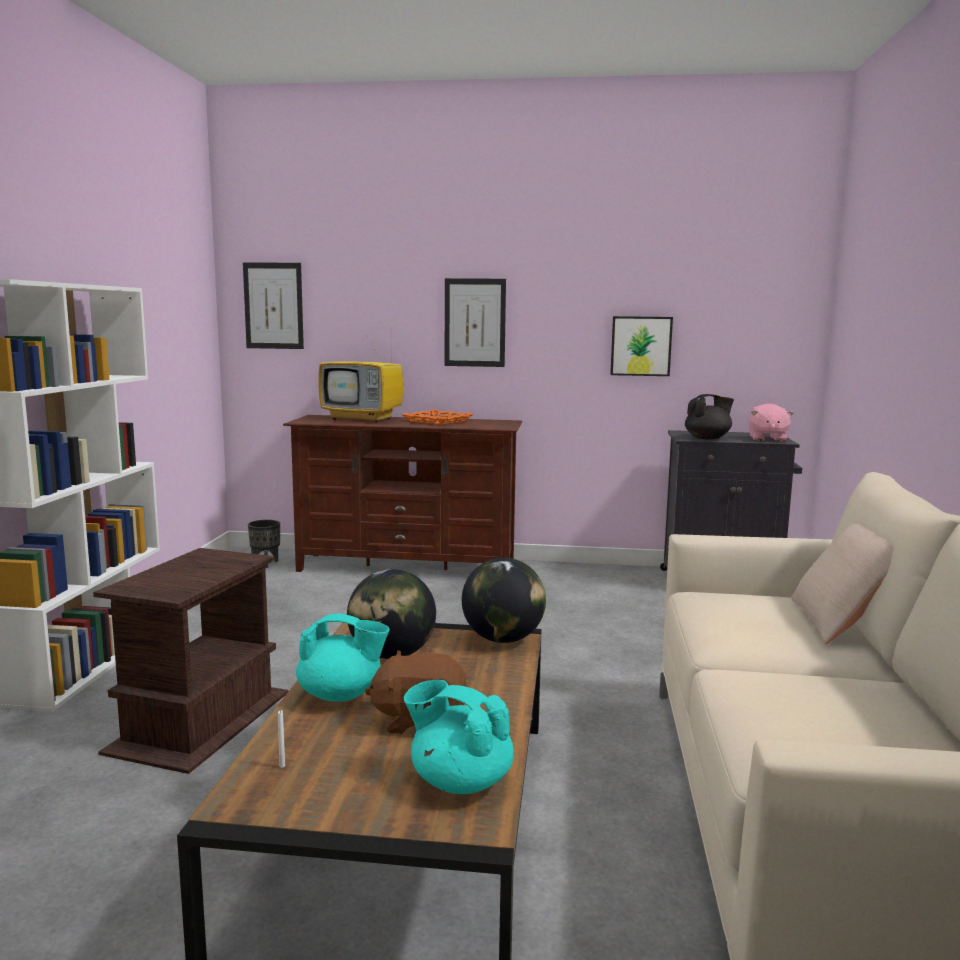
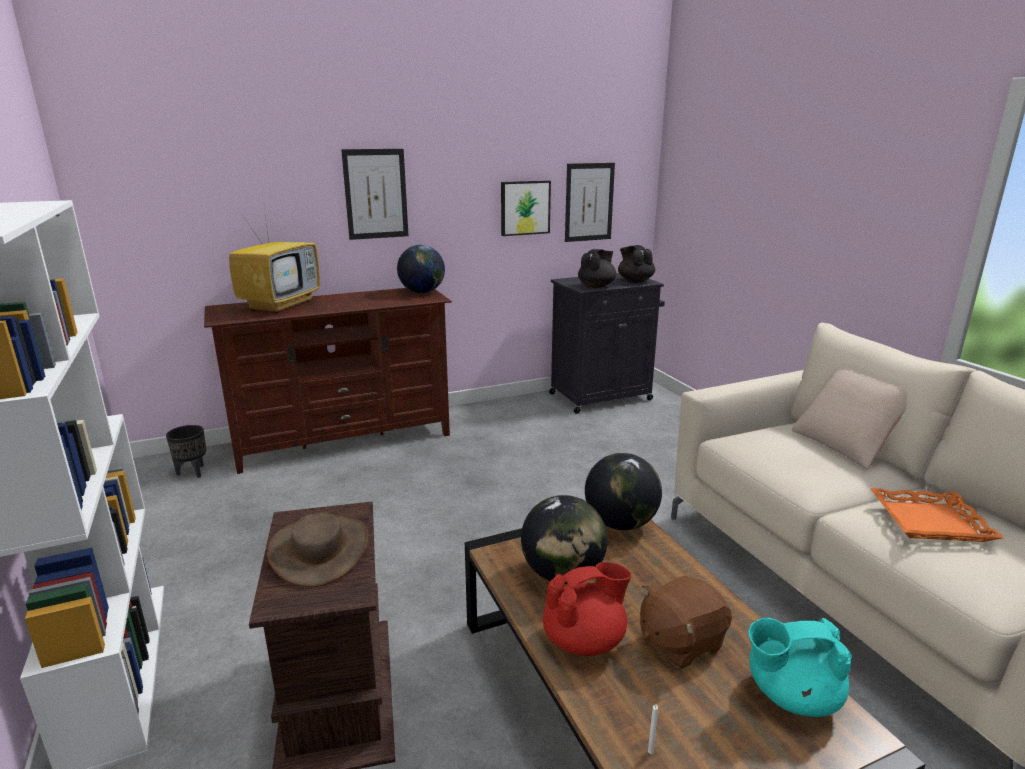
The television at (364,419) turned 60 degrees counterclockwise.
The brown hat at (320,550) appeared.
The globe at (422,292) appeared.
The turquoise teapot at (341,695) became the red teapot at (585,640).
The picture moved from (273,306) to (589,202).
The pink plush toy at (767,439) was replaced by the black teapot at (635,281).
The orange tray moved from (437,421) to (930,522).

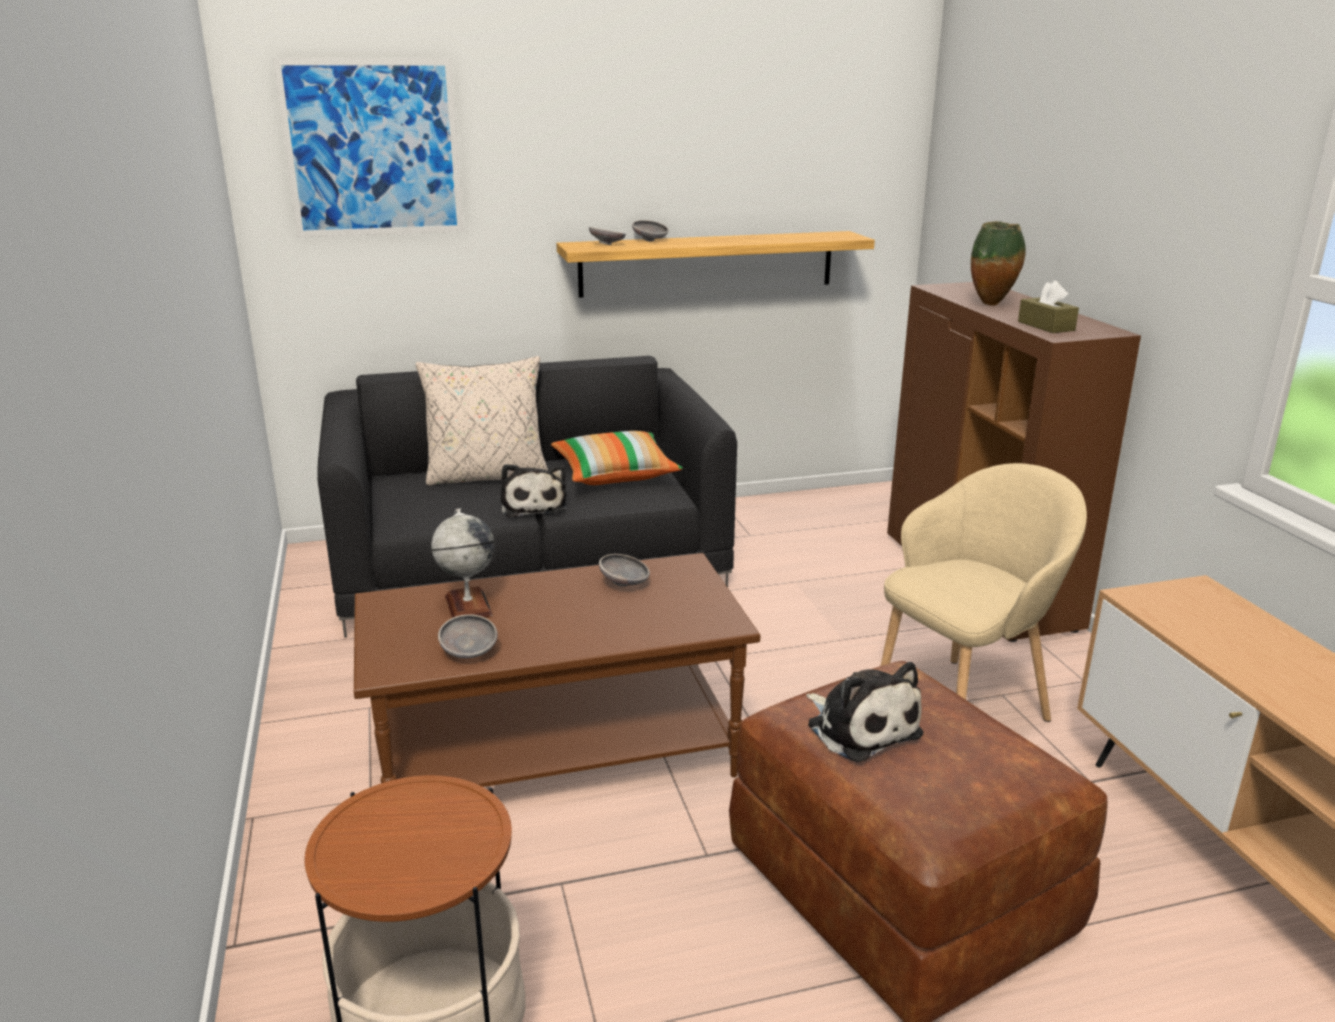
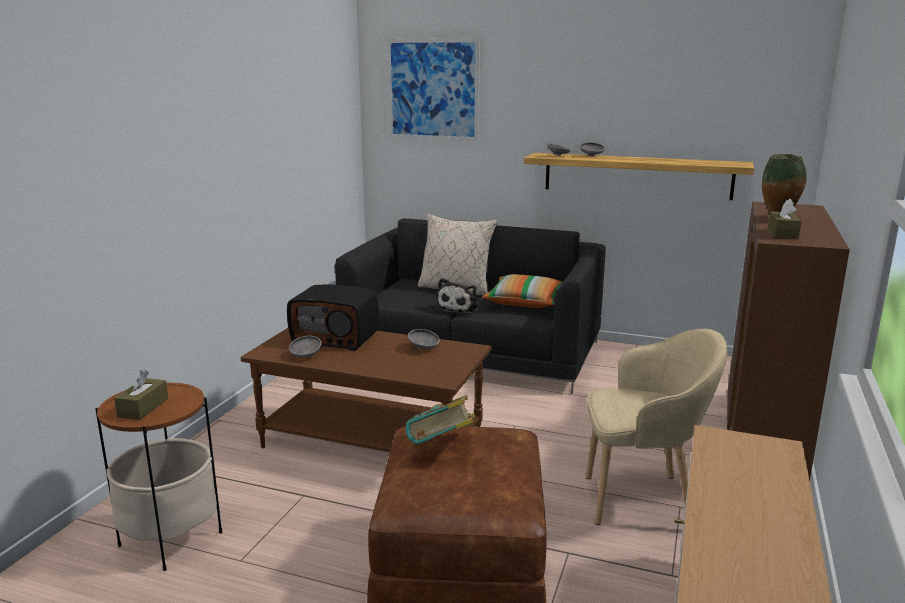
The brown tissue box at (143,408) appeared.
The globe at (468,606) was replaced by the radio at (336,338).
The plush toy at (860,727) was replaced by the book at (442,448).

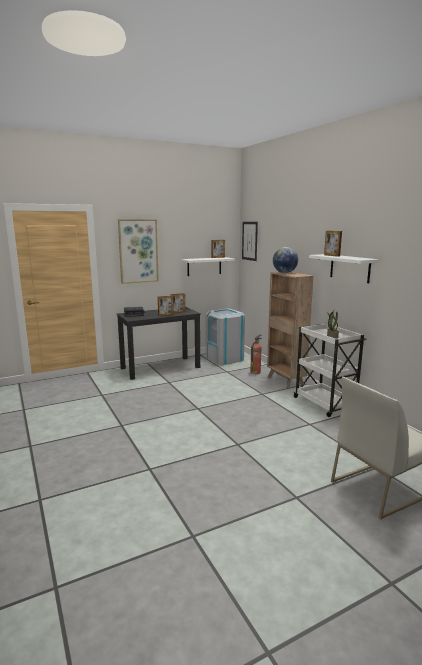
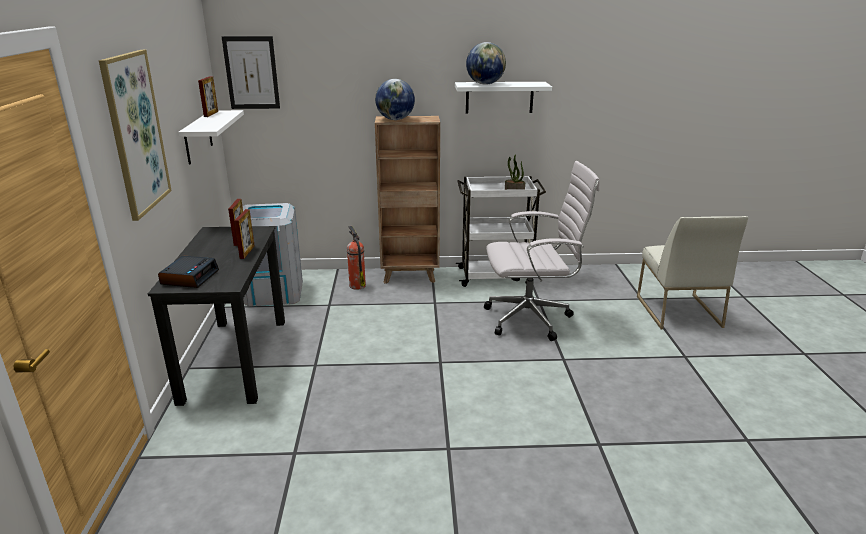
The picture frame at (332,255) was replaced by the globe at (485,84).
The white office chair at (532,319) appeared.

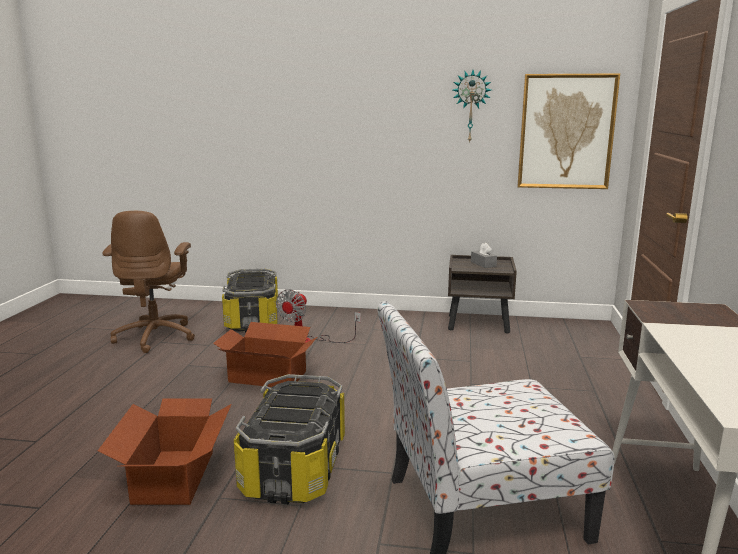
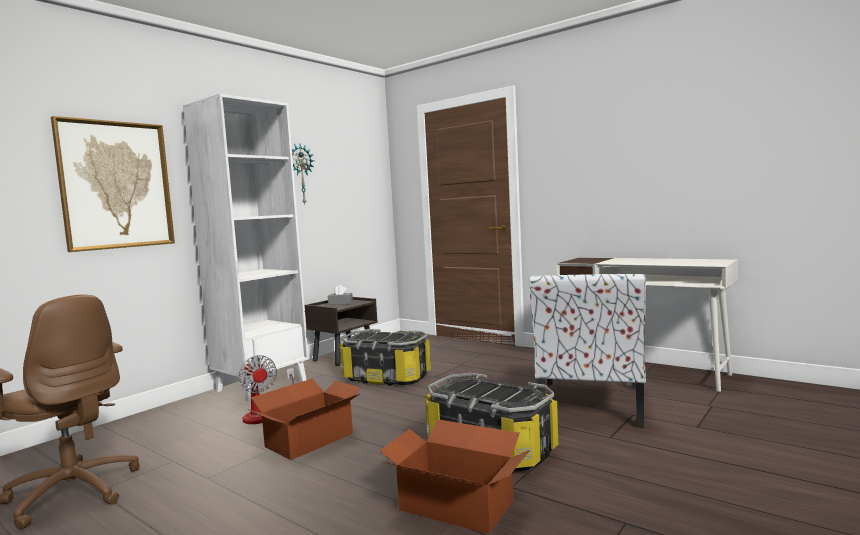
The picture moved from (566,132) to (116,185).
The white bookcase at (261,385) appeared.
The storage box moved from (252,319) to (386,378).

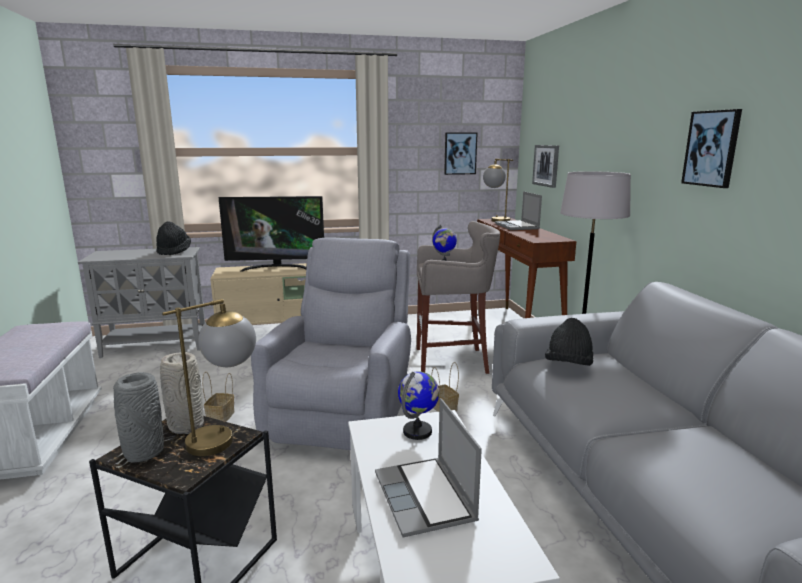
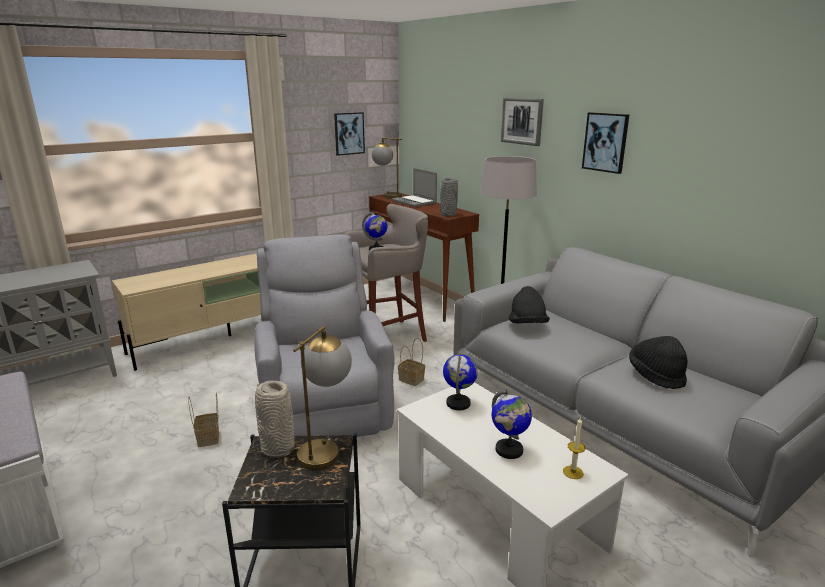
The grey vase moved from (143,452) to (448,214).
The laptop at (426,498) was replaced by the globe at (509,450).
The picture moved from (546,165) to (522,121).
The candle at (573,472) appeared.
The black hat moved from (174,251) to (656,375).
The television at (276,268) disappeared.

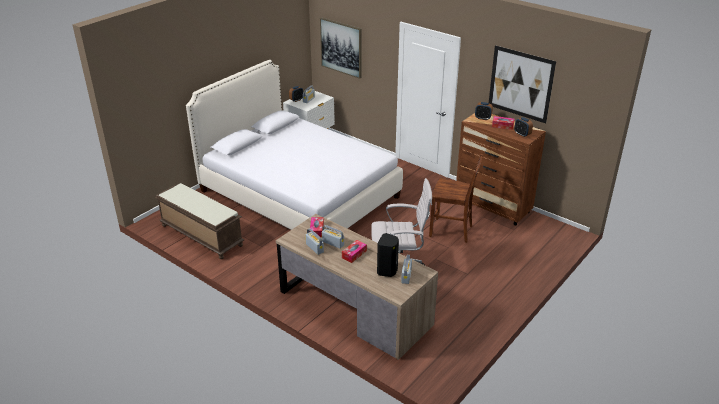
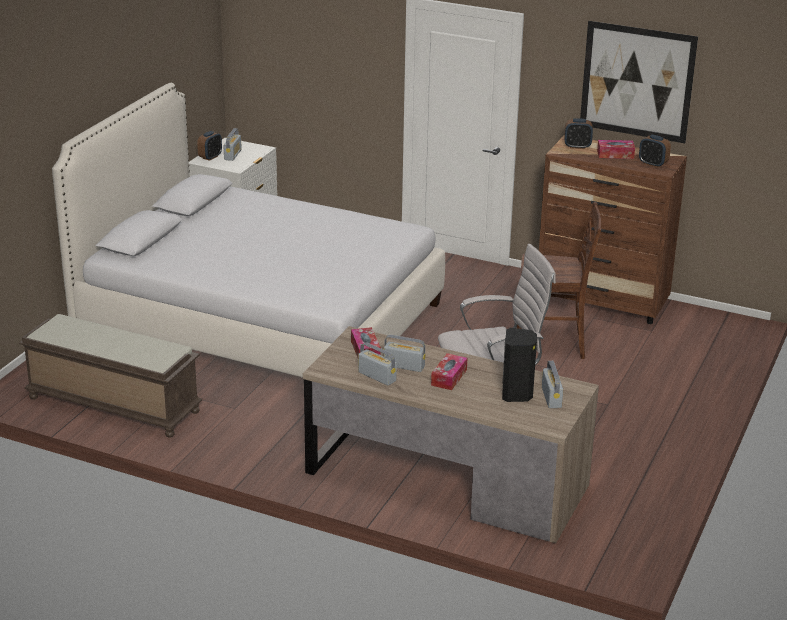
The picture at (341,47) disappeared.

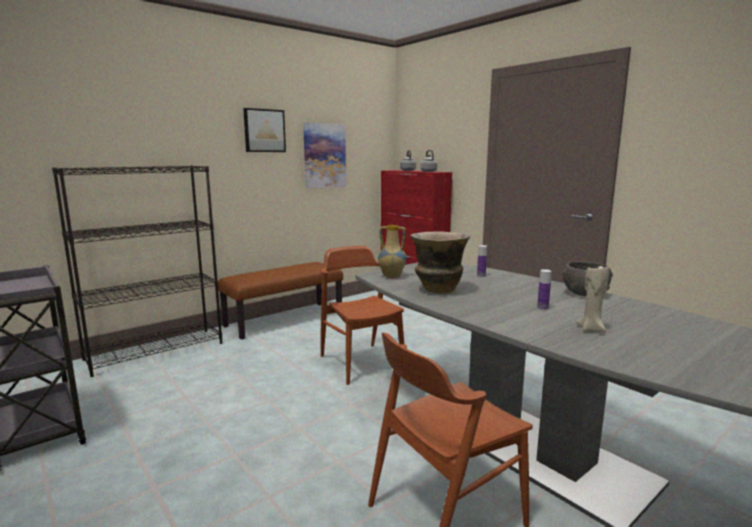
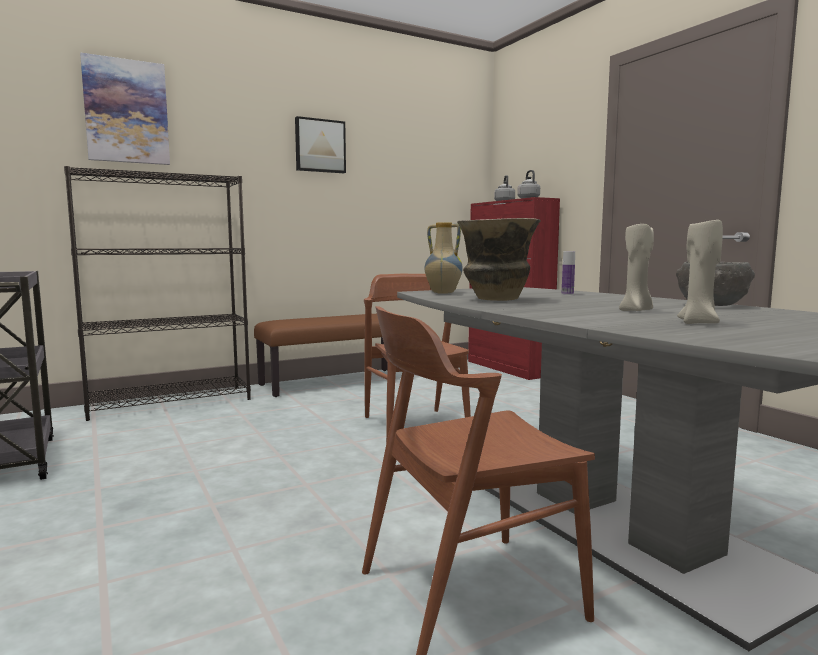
The picture moved from (324,155) to (126,111).
The bottle at (542,308) was replaced by the beige candle at (636,311).

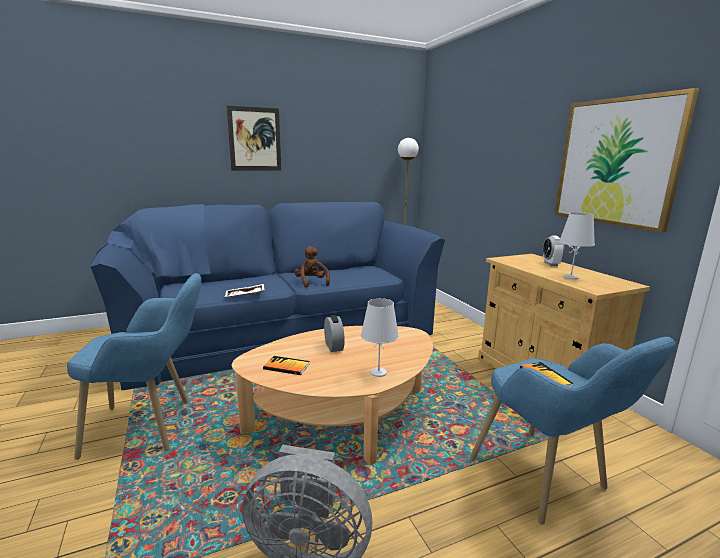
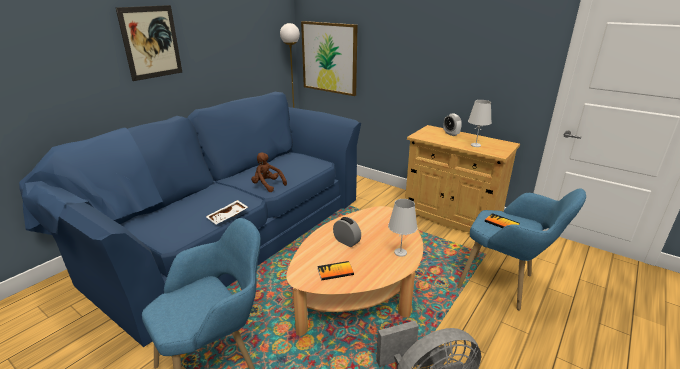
The picture moved from (616,162) to (329,58).

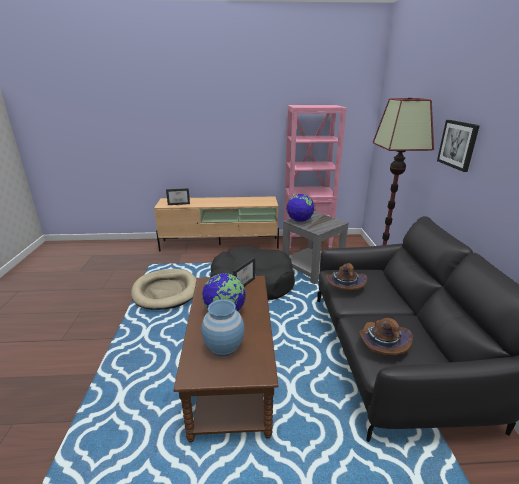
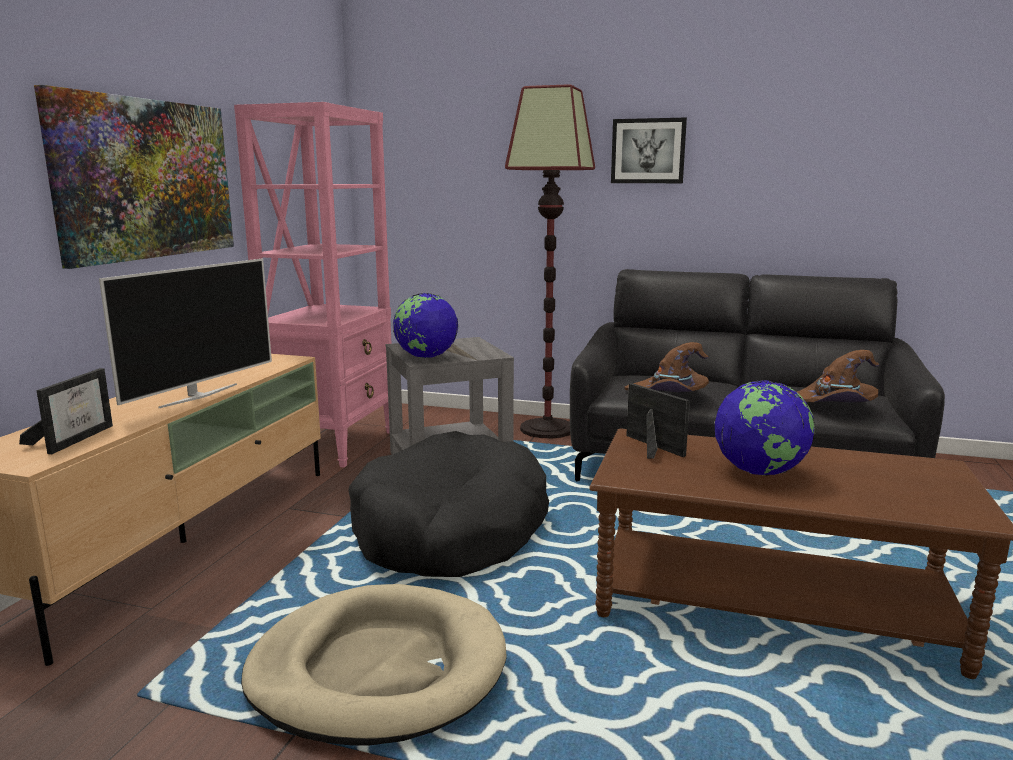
The picture at (146,179) appeared.
The television at (198,395) appeared.
The blue vase at (223,346) disappeared.

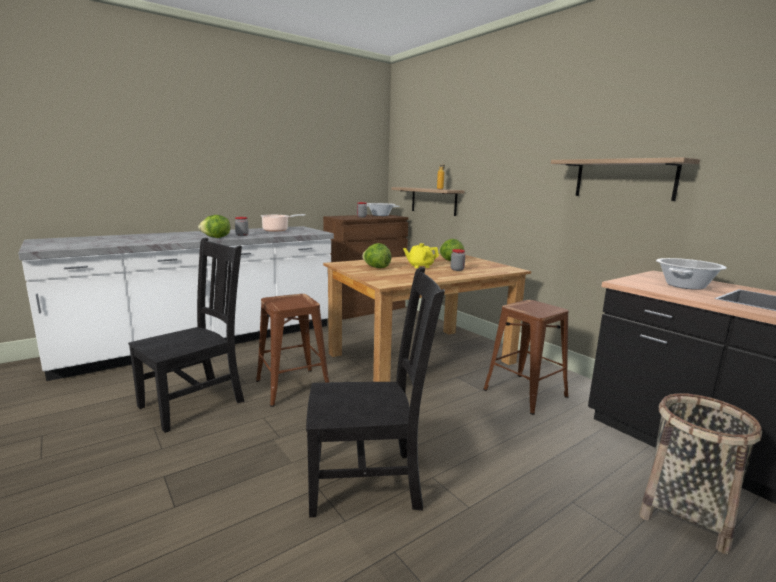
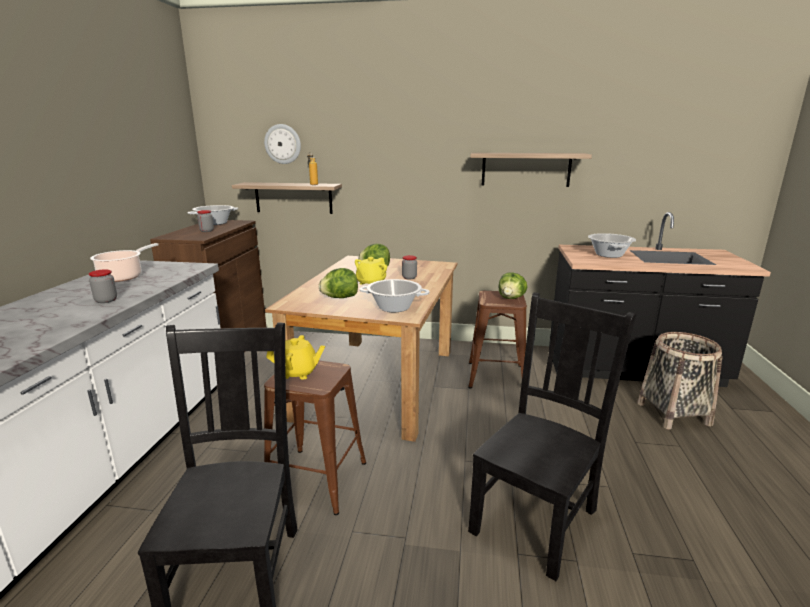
The wall clock at (283,144) appeared.
The yellow teapot at (297,373) appeared.
The cooking pot at (394,307) appeared.
The lettuce moved from (216,238) to (511,298).

